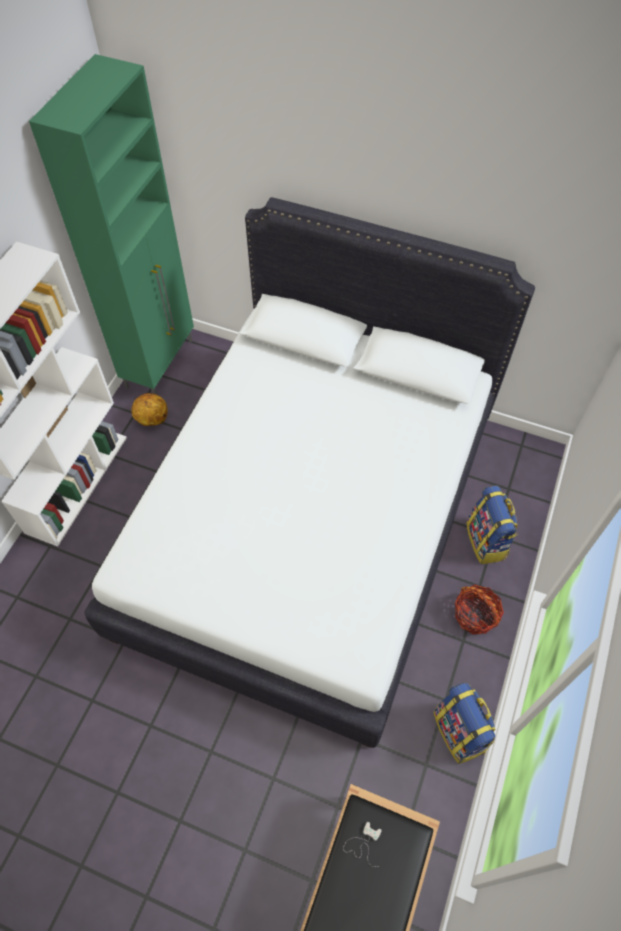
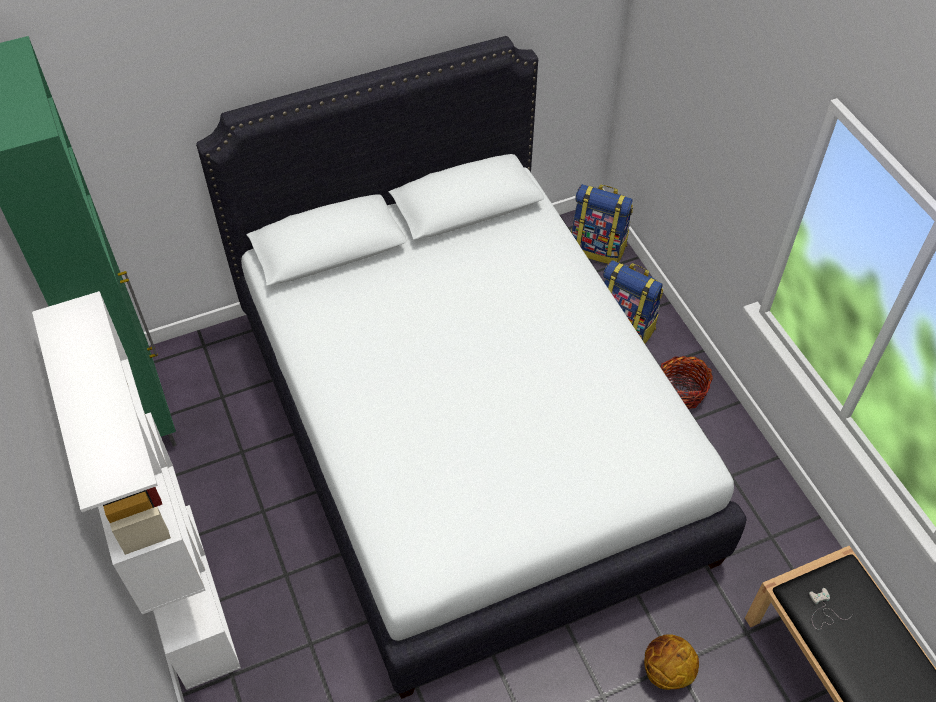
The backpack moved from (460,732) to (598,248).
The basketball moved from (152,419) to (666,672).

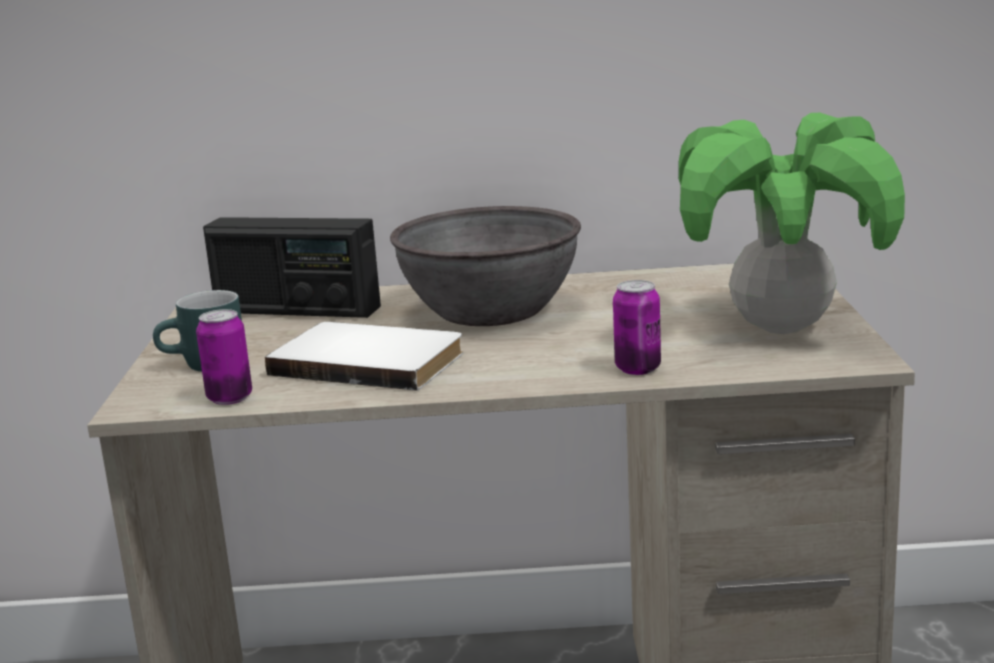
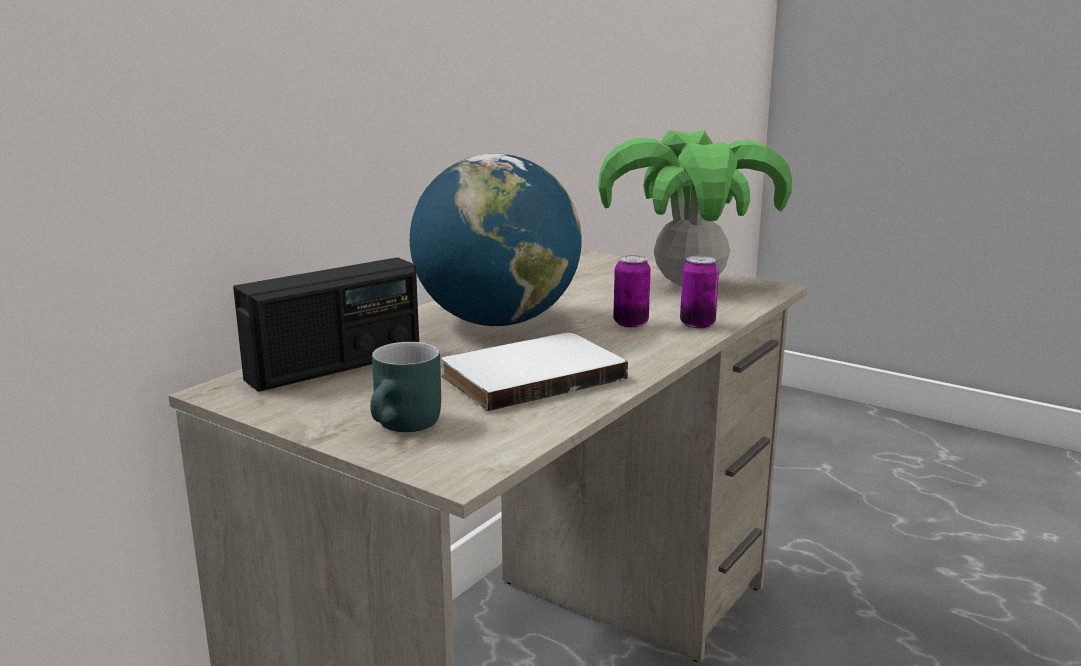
The grey bowl at (491,311) was replaced by the globe at (496,322).
The can moved from (230,398) to (630,323).

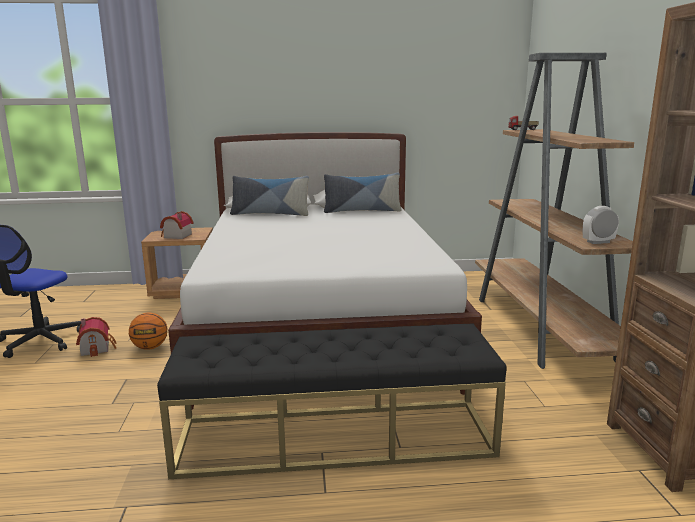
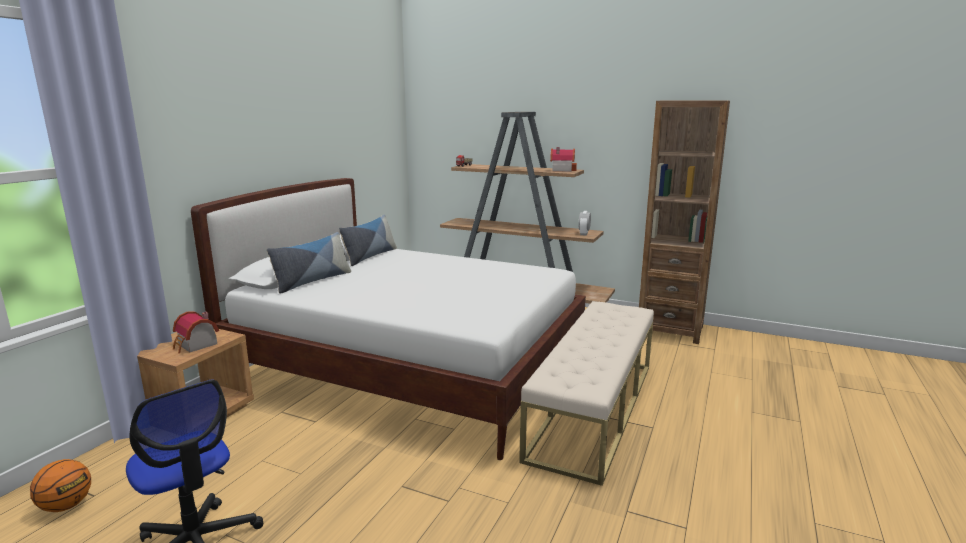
The basketball moved from (150,347) to (66,506).
The black bench at (335,437) became the beige bench at (593,408).
The toy house moved from (97,348) to (561,170).

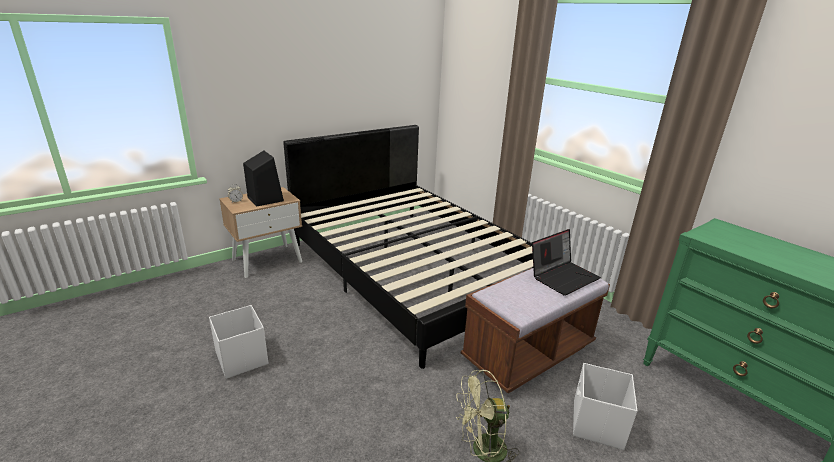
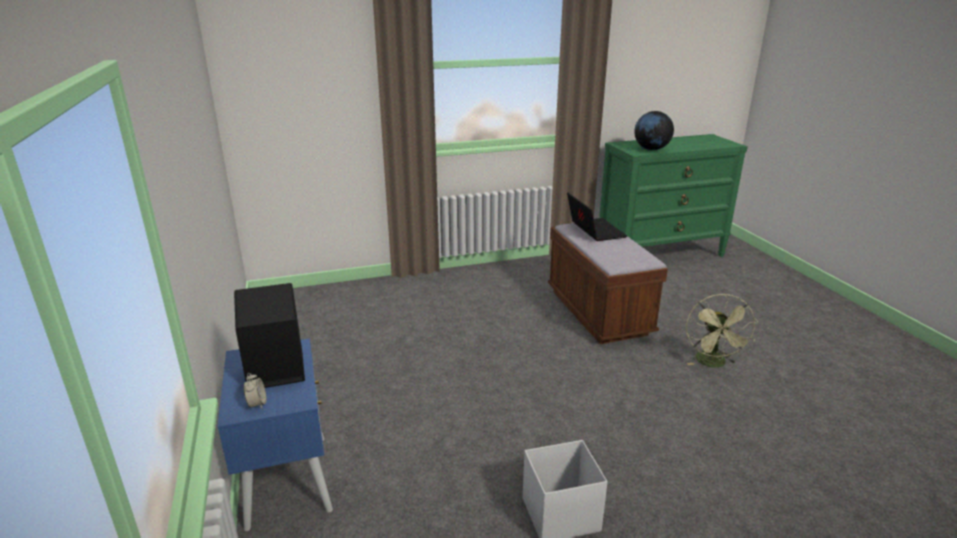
The beige nightstand at (267,260) became the blue nightstand at (287,479).
The globe at (651,149) appeared.
The black bed at (415,270) disappeared.
The white storage box at (596,424) disappeared.

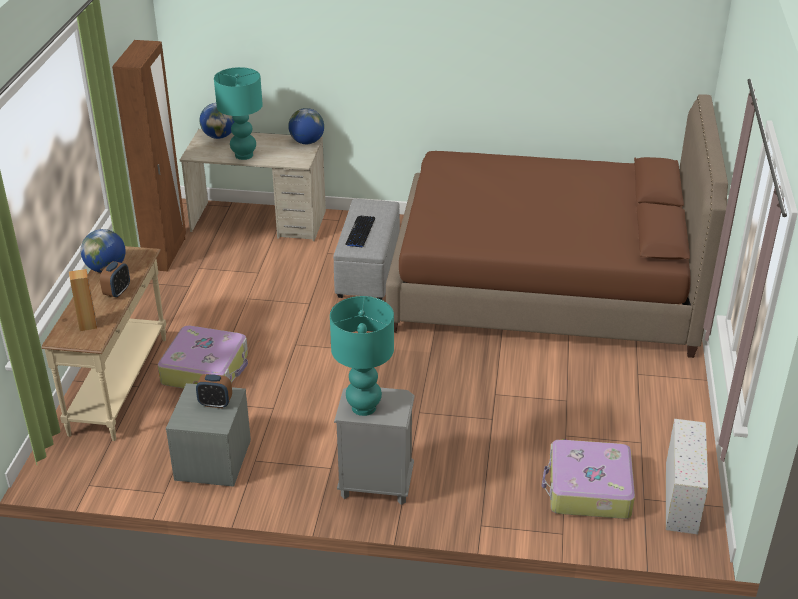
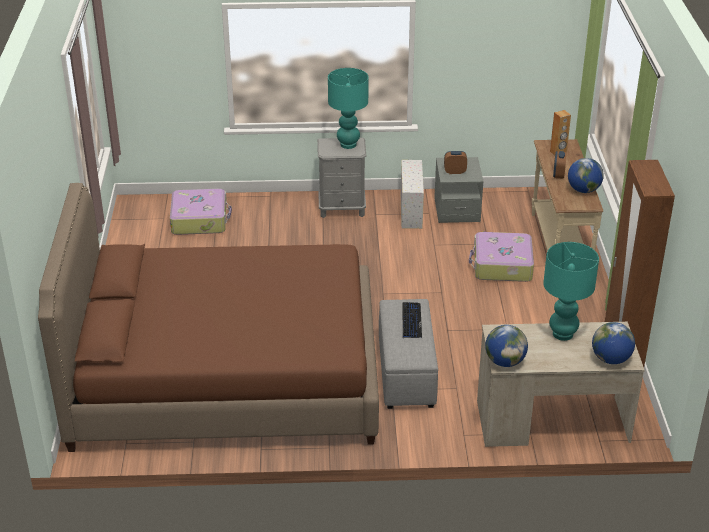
The white storage box moved from (681,496) to (411,211).

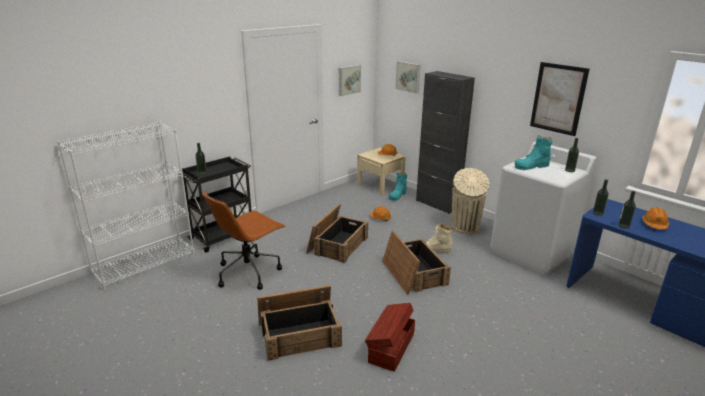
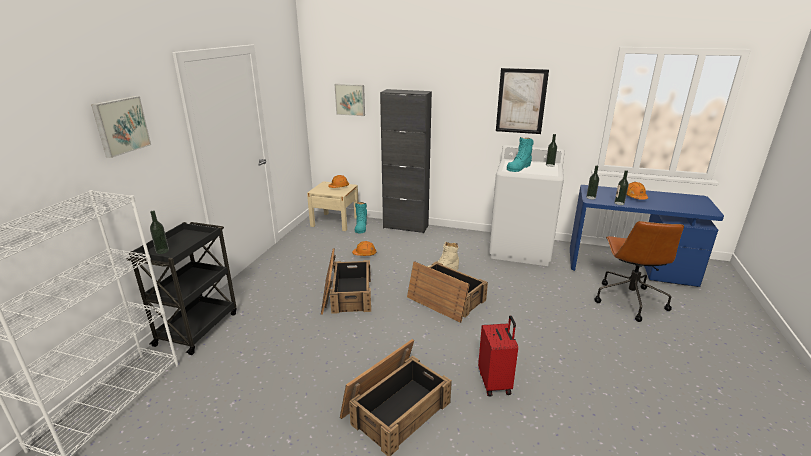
The picture moved from (348,80) to (120,125).
The brown storage box at (390,347) was replaced by the red suitcase at (495,383).
The brown office chair moved from (249,272) to (628,300).
The beige trash can at (465,228) disappeared.

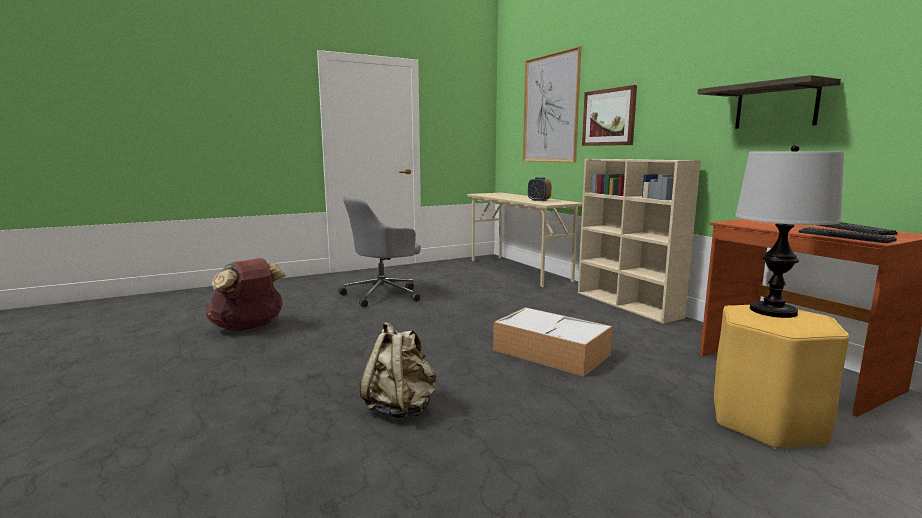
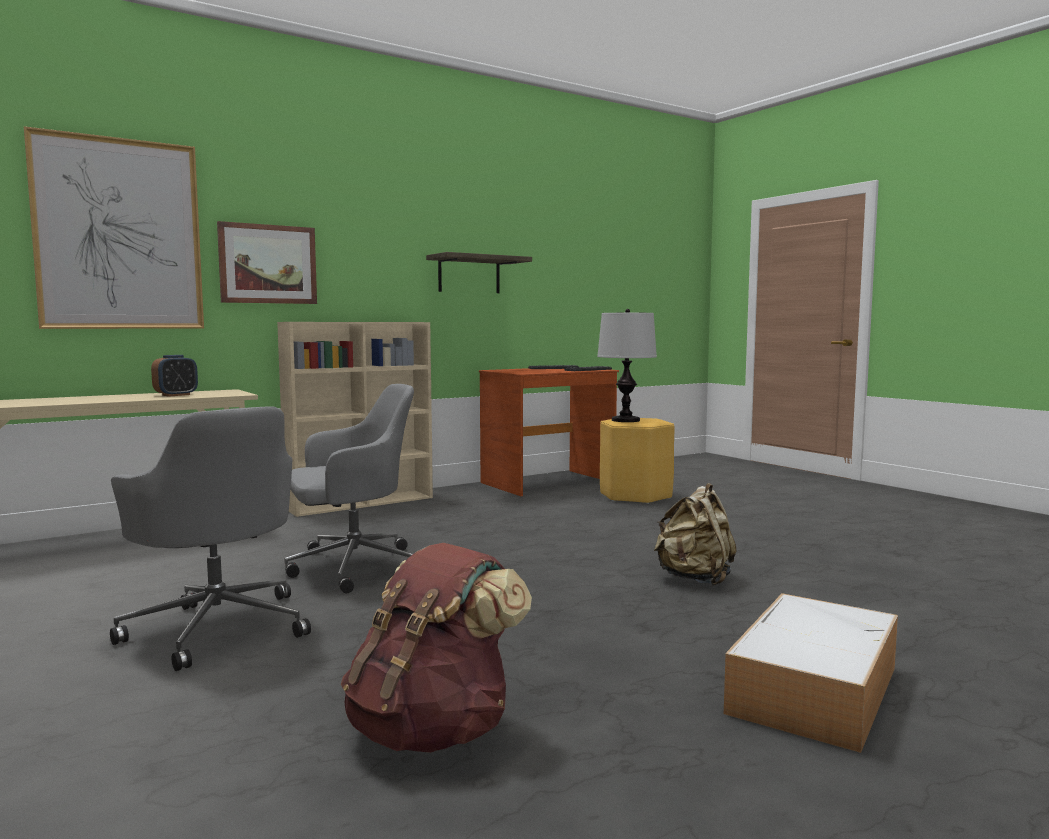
The grey office chair at (352,567) appeared.
The storage box moved from (552,353) to (814,688).

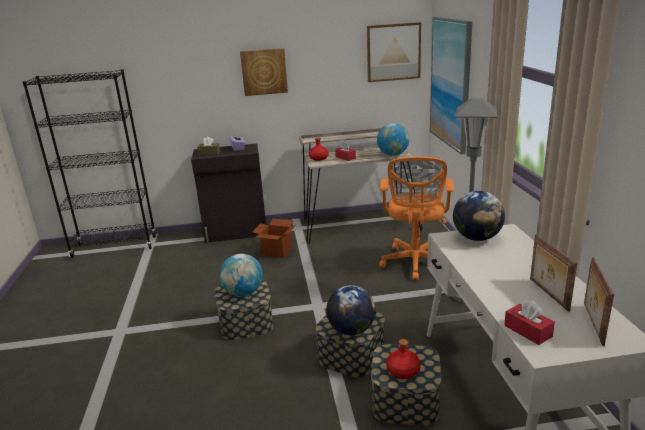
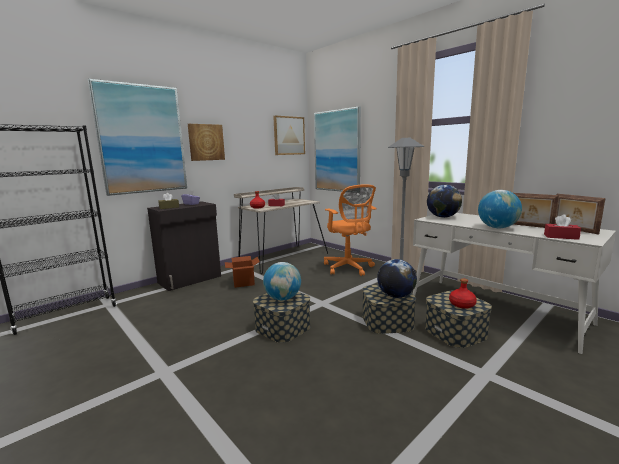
The picture at (142,139) appeared.
The globe moved from (393,155) to (497,228).

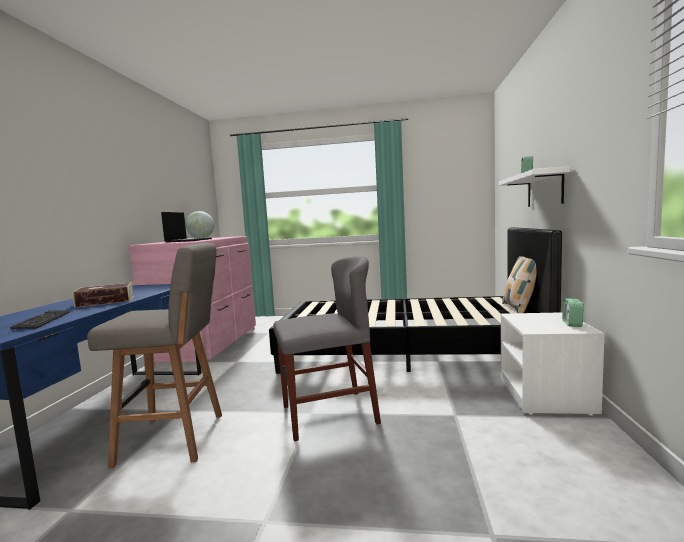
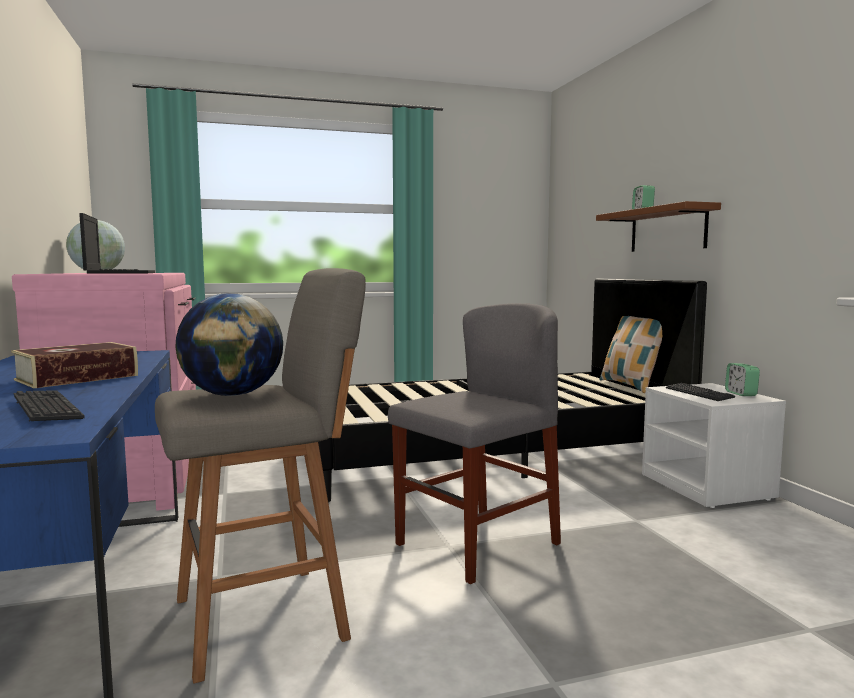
The globe at (233,395) appeared.
The white shelf at (544,189) became the brown shelf at (667,230).
The keyboard at (698,393) appeared.

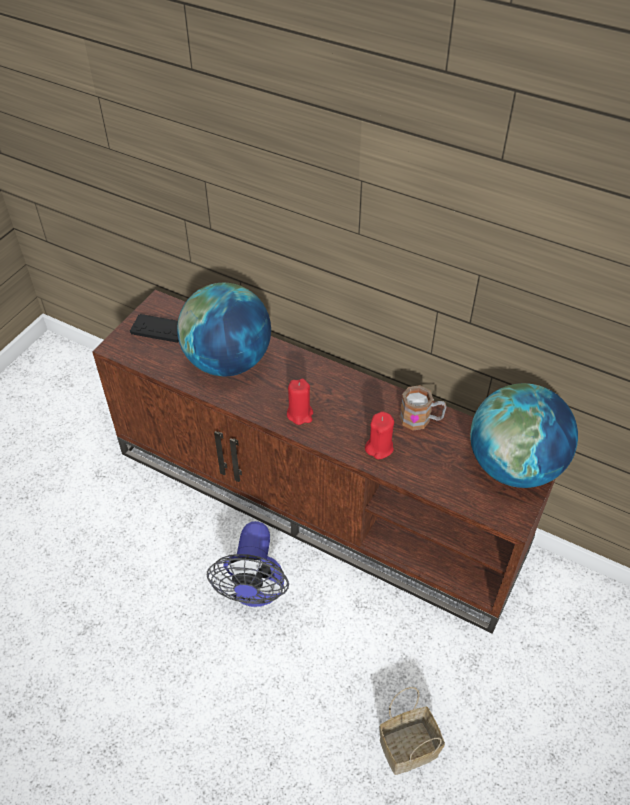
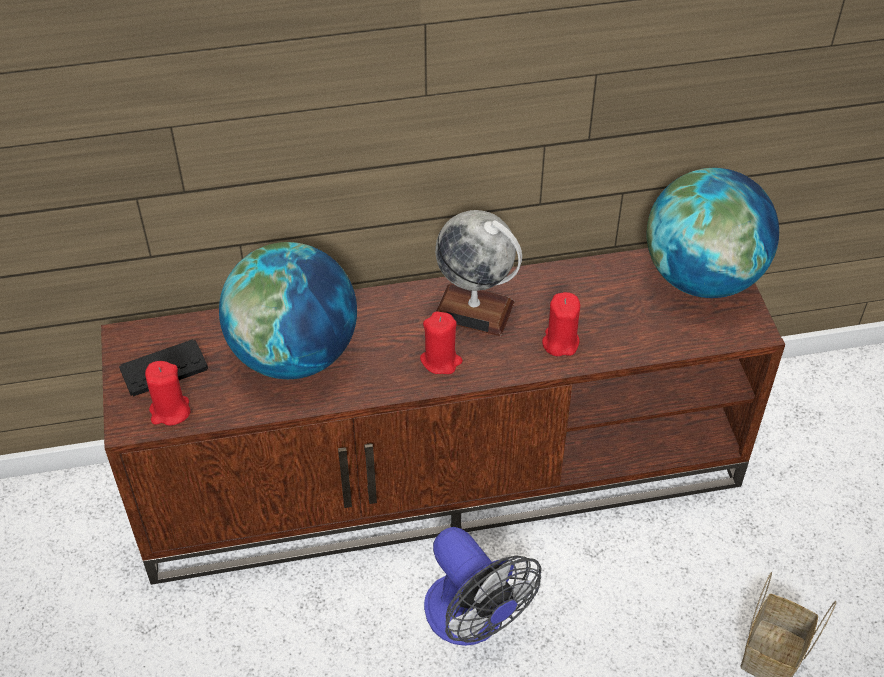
The red candle at (170,411) appeared.
The globe at (474,310) appeared.
The mug at (421,420) disappeared.

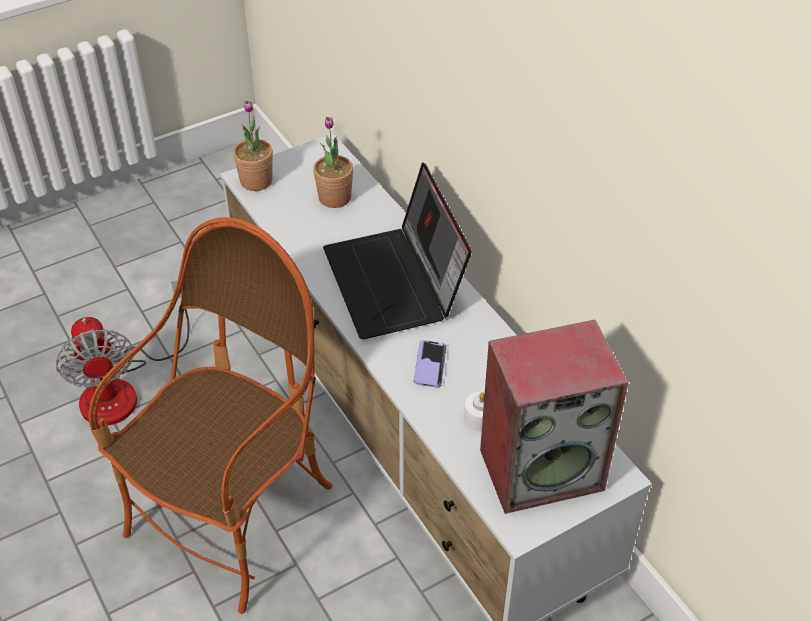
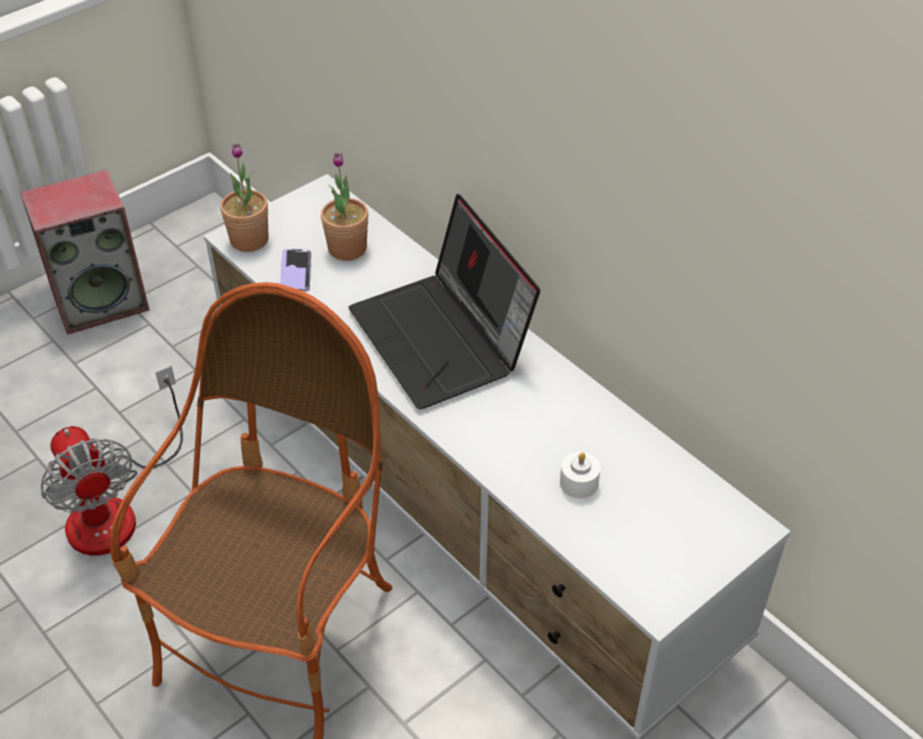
The speaker moved from (542,468) to (102,301).
The phone moved from (430,365) to (296,271).

